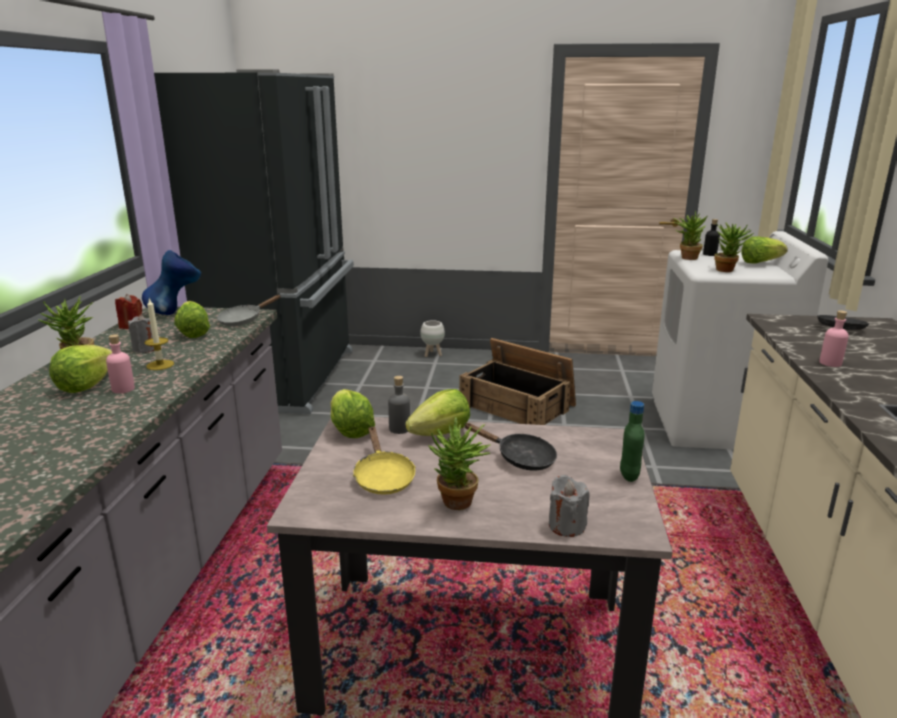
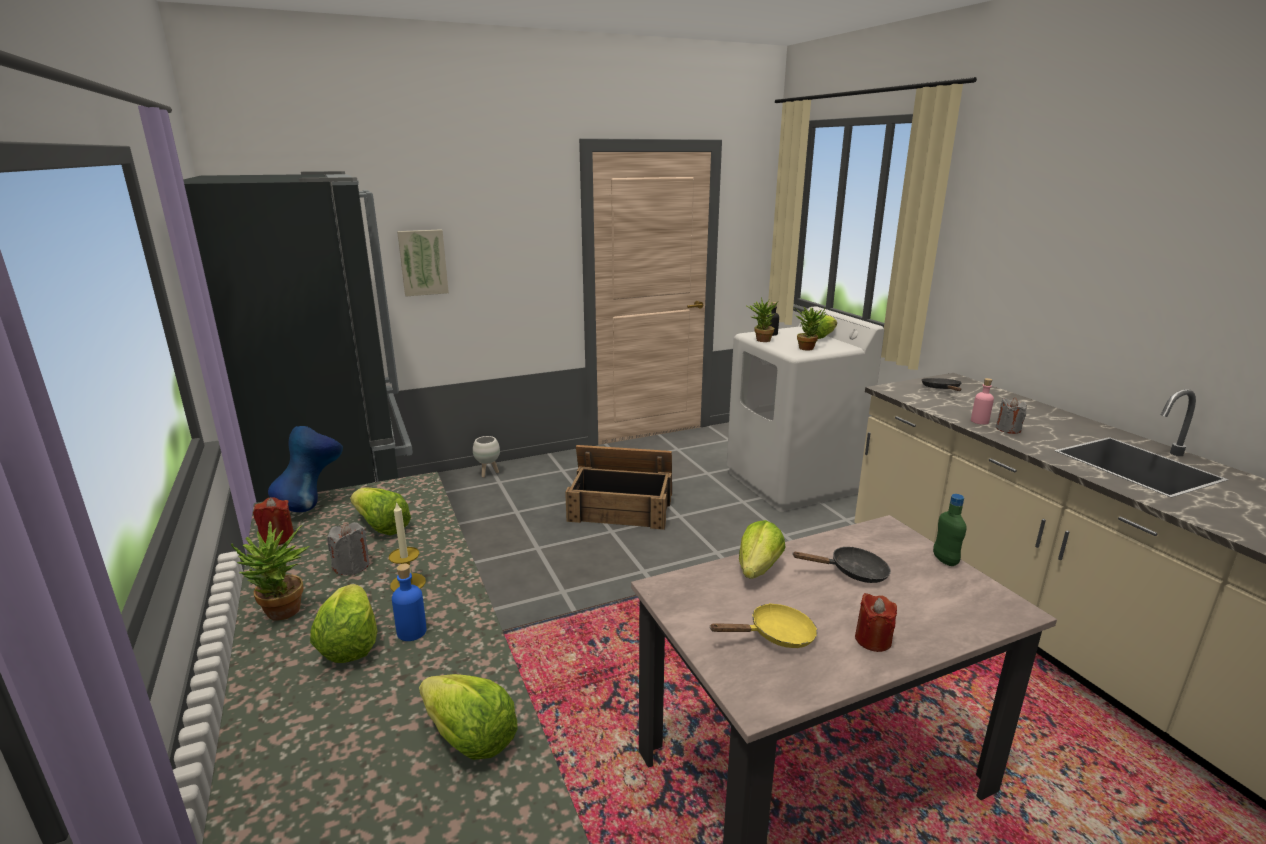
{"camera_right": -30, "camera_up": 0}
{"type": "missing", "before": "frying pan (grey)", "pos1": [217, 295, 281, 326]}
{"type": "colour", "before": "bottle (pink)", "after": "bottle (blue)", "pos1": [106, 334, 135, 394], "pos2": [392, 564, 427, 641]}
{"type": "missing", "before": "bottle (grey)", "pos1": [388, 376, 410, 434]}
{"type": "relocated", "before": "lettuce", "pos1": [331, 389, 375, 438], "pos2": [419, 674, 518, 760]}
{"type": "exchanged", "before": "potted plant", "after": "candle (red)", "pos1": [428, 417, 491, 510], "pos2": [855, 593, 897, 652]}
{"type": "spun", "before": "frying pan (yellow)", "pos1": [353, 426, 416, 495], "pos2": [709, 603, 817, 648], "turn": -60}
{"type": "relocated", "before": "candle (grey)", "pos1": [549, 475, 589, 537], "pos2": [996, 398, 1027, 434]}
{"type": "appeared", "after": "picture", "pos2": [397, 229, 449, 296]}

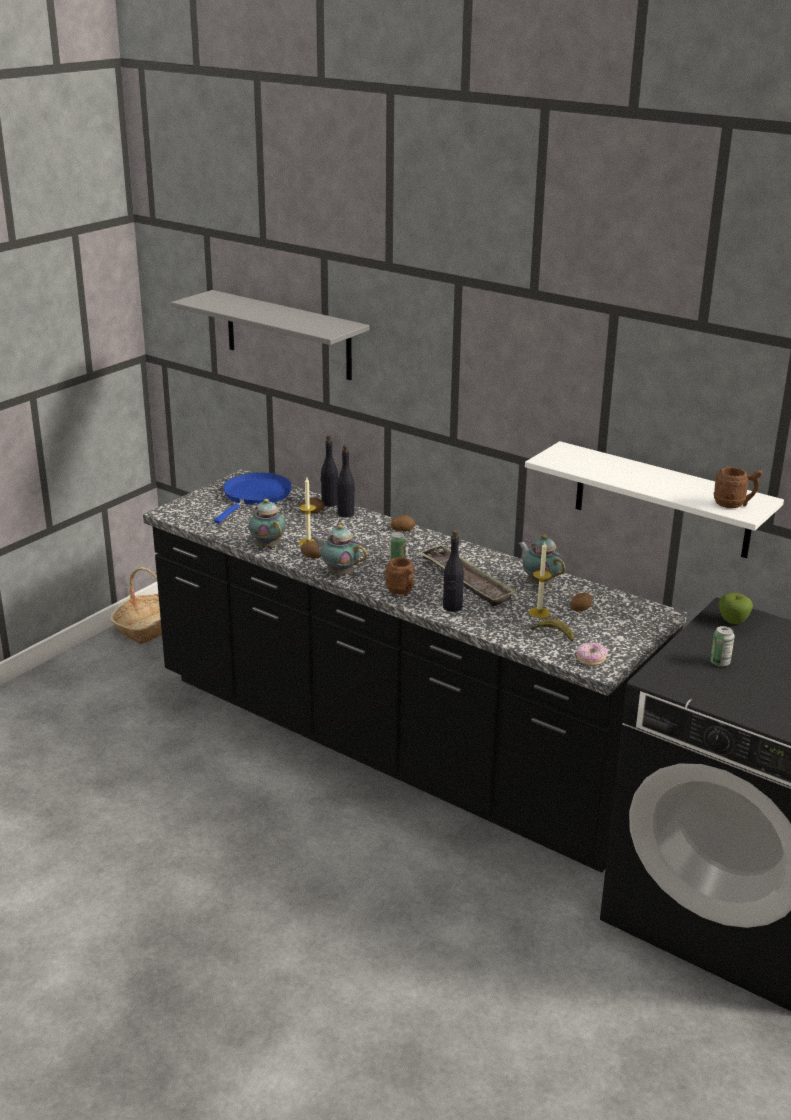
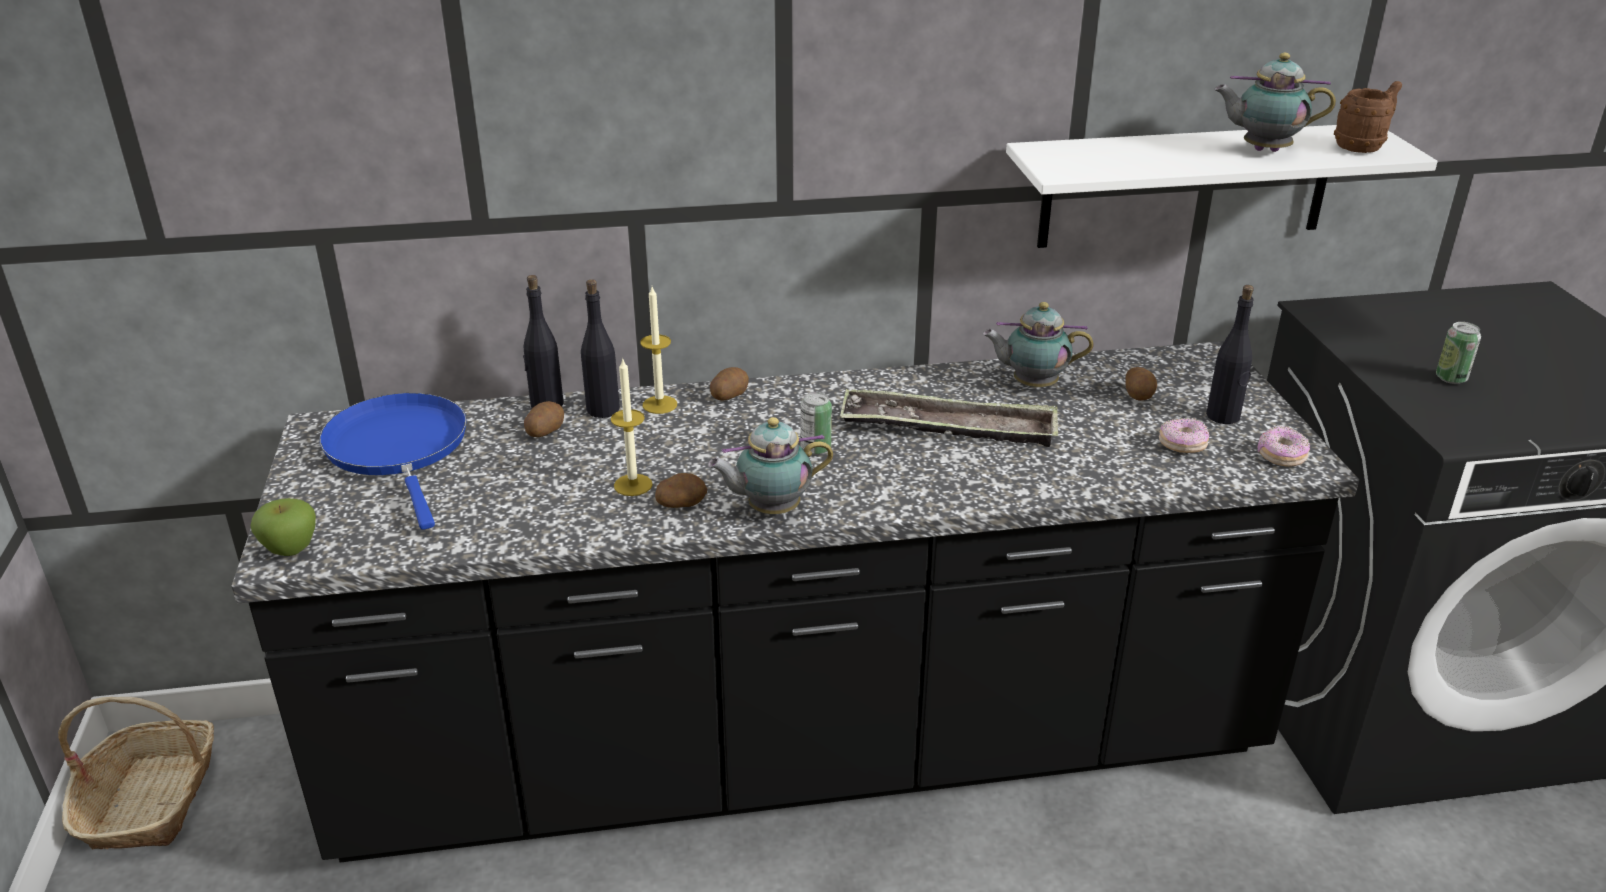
{"camera_right": -45, "camera_up": 5}
{"type": "missing", "before": "shelf (grey)", "pos1": [171, 290, 370, 380]}
{"type": "relocated", "before": "teapot", "pos1": [249, 499, 286, 548], "pos2": [1214, 53, 1336, 152]}
{"type": "relocated", "before": "bottle (black)", "pos1": [443, 530, 464, 612], "pos2": [1206, 285, 1254, 424]}
{"type": "relocated", "before": "candle", "pos1": [529, 542, 552, 618], "pos2": [640, 287, 677, 414]}
{"type": "missing", "before": "mug (brown)", "pos1": [385, 557, 414, 596]}
{"type": "relocated", "before": "apple", "pos1": [718, 593, 753, 624], "pos2": [250, 498, 316, 556]}
{"type": "exchanged", "before": "banana", "after": "donut", "pos1": [531, 619, 574, 641], "pos2": [1159, 418, 1209, 453]}

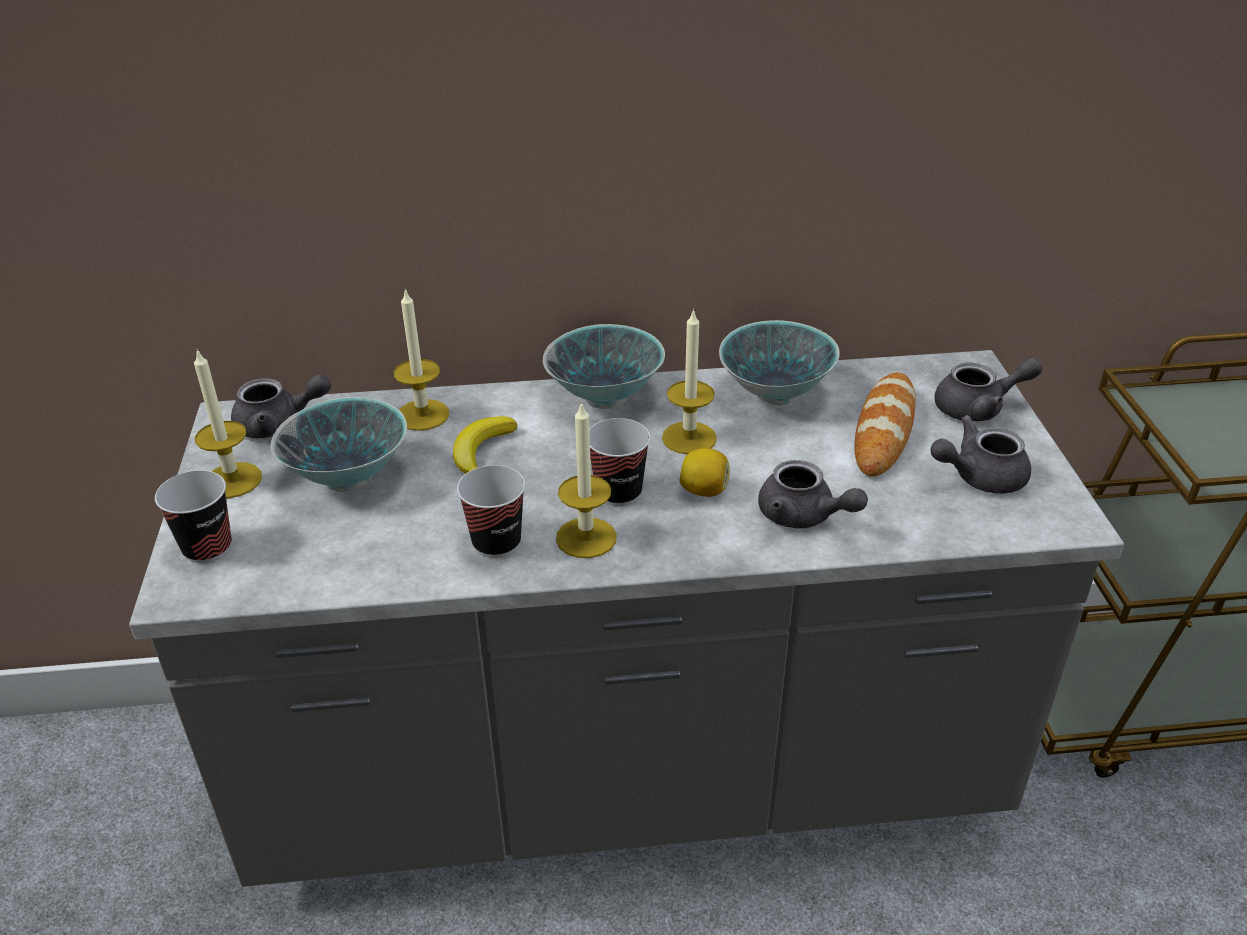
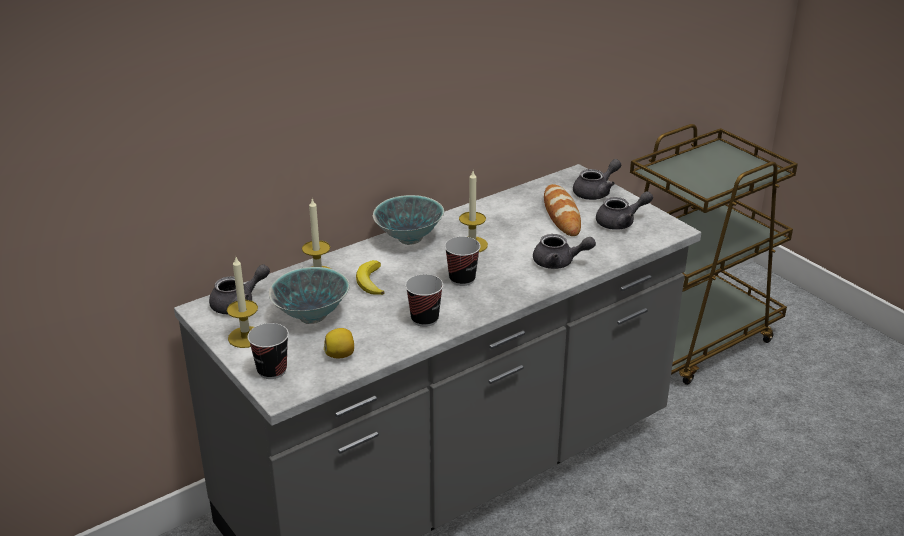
{"camera_right": -30, "camera_up": -5}
{"type": "missing", "before": "bowl", "pos1": [719, 320, 840, 406]}
{"type": "missing", "before": "candle", "pos1": [556, 402, 617, 558]}
{"type": "spun", "before": "teapot (grey)", "pos1": [930, 415, 1031, 494], "pos2": [596, 191, 653, 230], "turn": -150}
{"type": "relocated", "before": "lemon", "pos1": [679, 448, 730, 497], "pos2": [324, 328, 354, 358]}

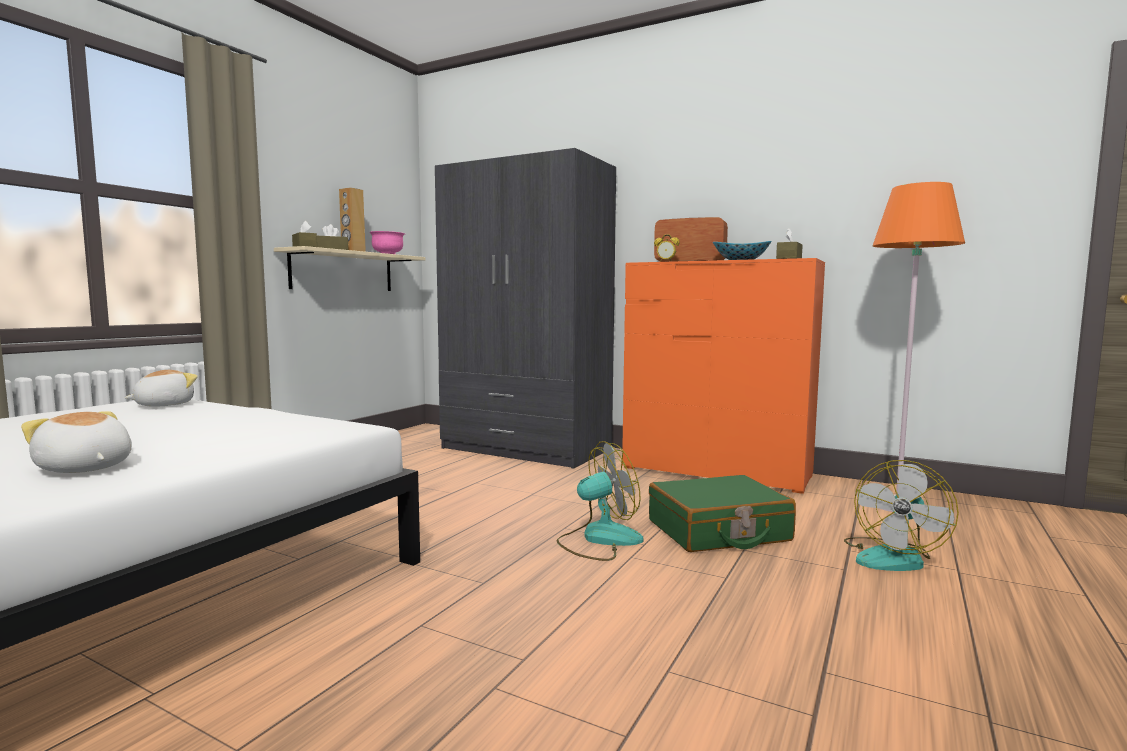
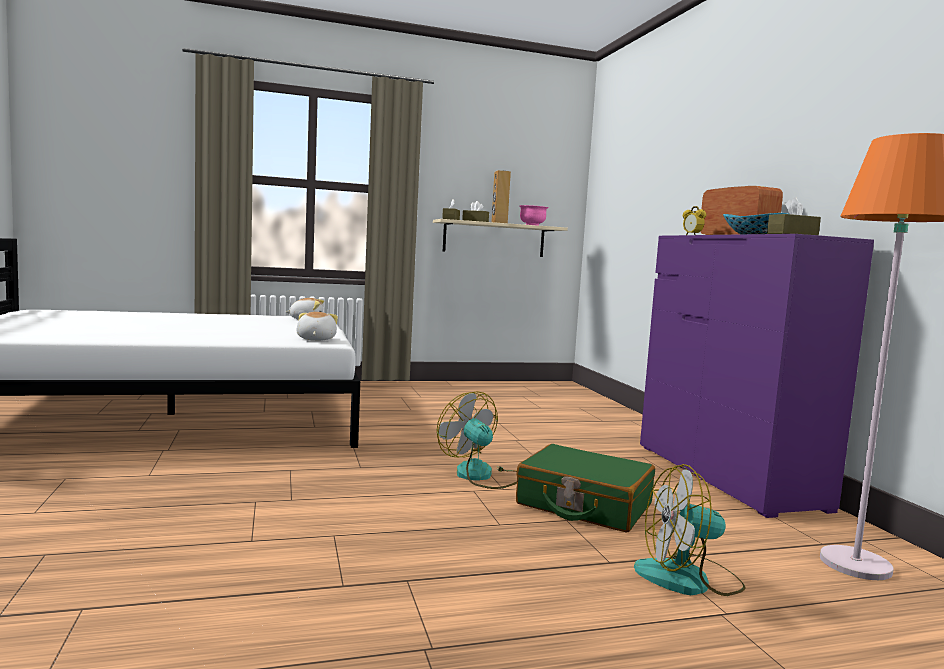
{"camera_right": 45, "camera_up": 0}
{"type": "missing", "before": "wardrobe (grey)", "pos1": [435, 148, 616, 469]}
{"type": "colour", "before": "dresser (orange)", "after": "dresser (purple)", "pos1": [622, 258, 825, 494], "pos2": [640, 234, 874, 518]}
{"type": "relocated", "before": "plush toy", "pos1": [21, 411, 132, 473], "pos2": [296, 312, 338, 341]}
{"type": "spun", "before": "fan", "pos1": [557, 441, 643, 561], "pos2": [437, 391, 517, 489], "turn": -150}

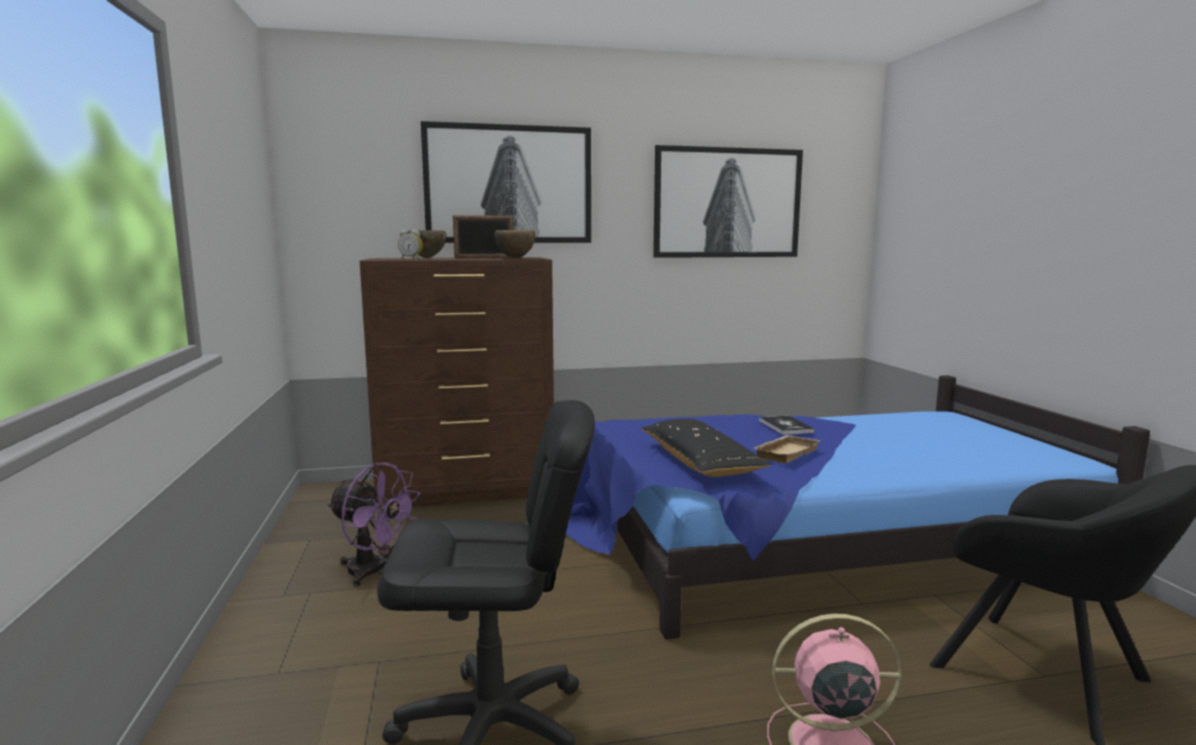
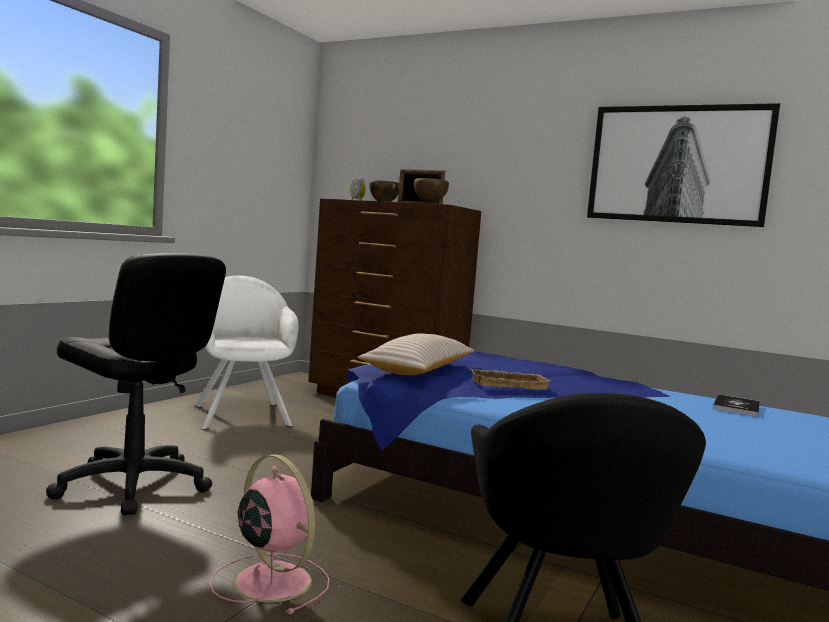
{"camera_right": 40, "camera_up": -5}
{"type": "missing", "before": "picture", "pos1": [421, 121, 591, 243]}
{"type": "relocated", "before": "book", "pos1": [759, 416, 815, 435], "pos2": [713, 394, 760, 417]}
{"type": "colour", "before": "pillow (black)", "after": "pillow (beige)", "pos1": [641, 419, 771, 477], "pos2": [358, 334, 474, 375]}
{"type": "exchanged", "before": "fan (purple)", "after": "armchair (white)", "pos1": [327, 462, 420, 587], "pos2": [195, 276, 299, 430]}

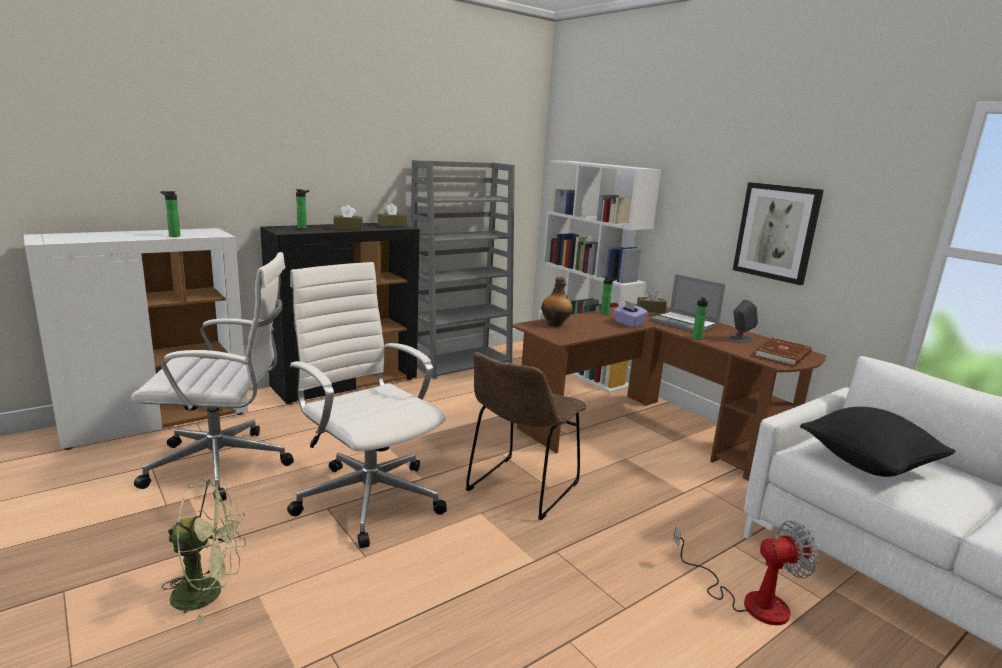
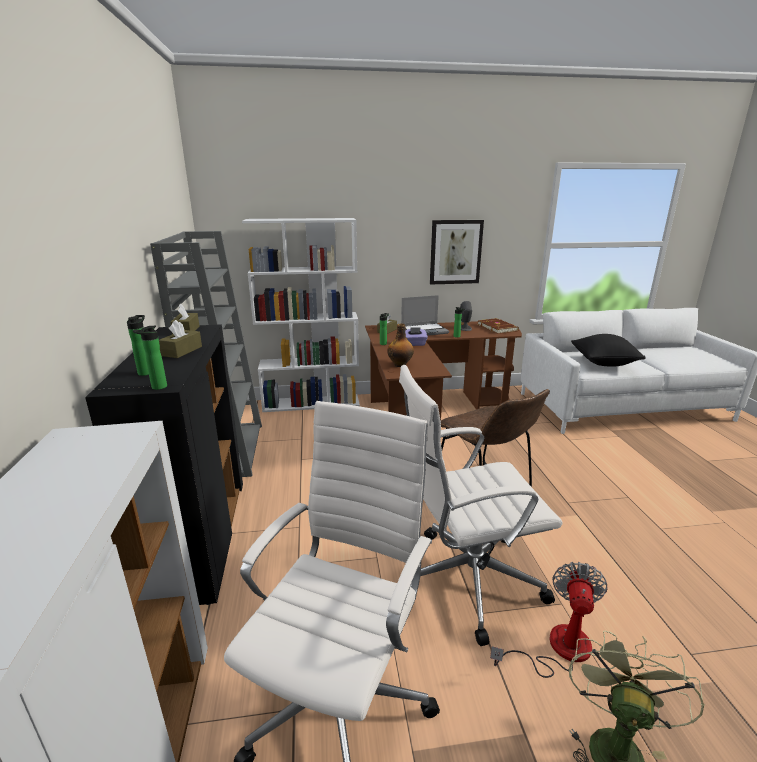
{"camera_right": -60, "camera_up": 5}
{"type": "relocated", "before": "bottle", "pos1": [160, 191, 181, 237], "pos2": [133, 326, 167, 390]}
{"type": "relocated", "before": "fan", "pos1": [674, 521, 818, 625], "pos2": [490, 562, 608, 678]}

